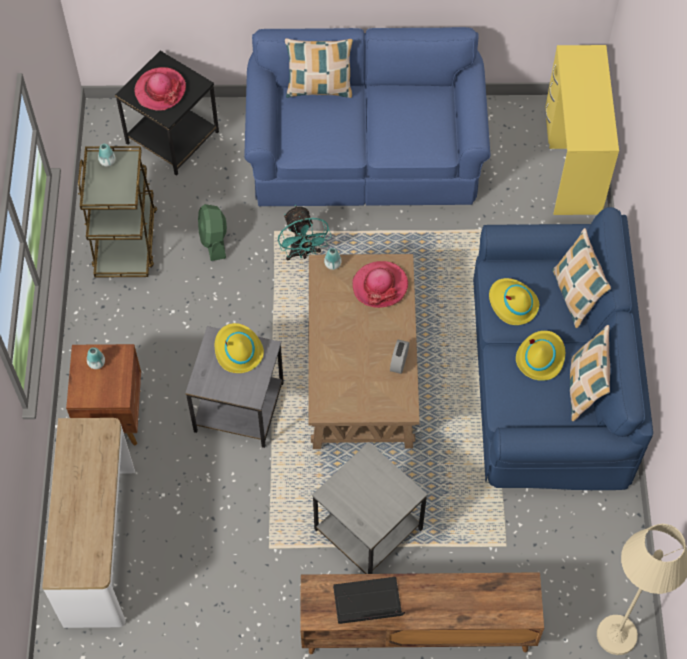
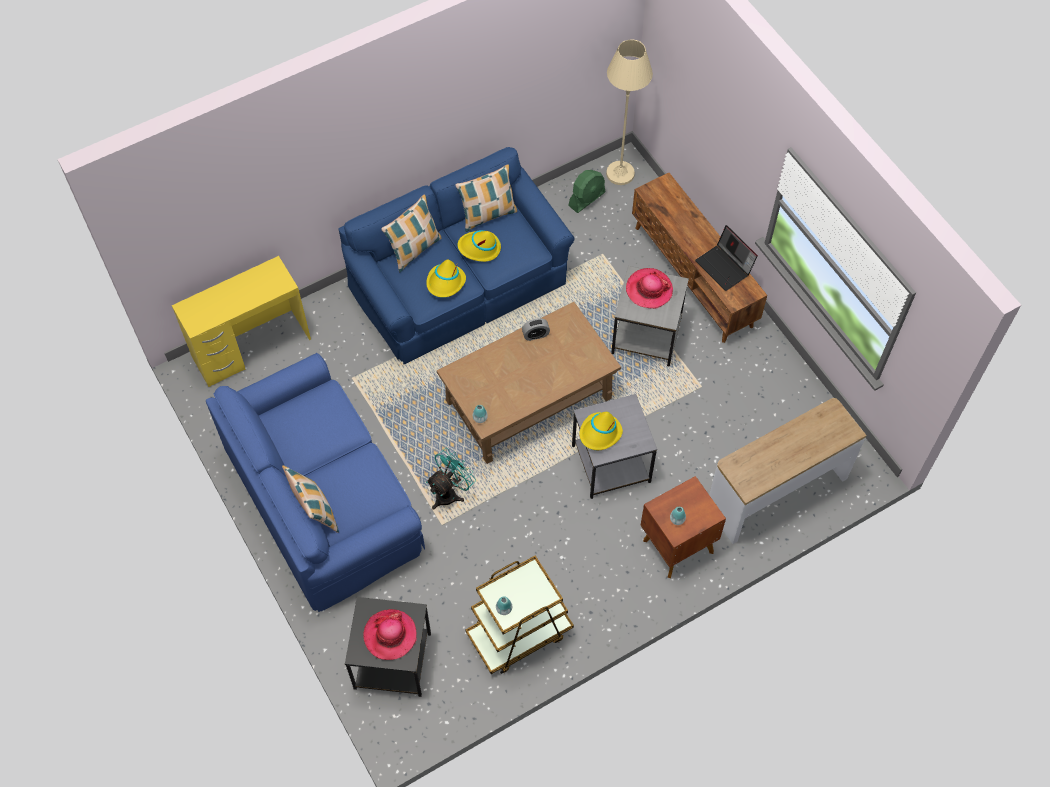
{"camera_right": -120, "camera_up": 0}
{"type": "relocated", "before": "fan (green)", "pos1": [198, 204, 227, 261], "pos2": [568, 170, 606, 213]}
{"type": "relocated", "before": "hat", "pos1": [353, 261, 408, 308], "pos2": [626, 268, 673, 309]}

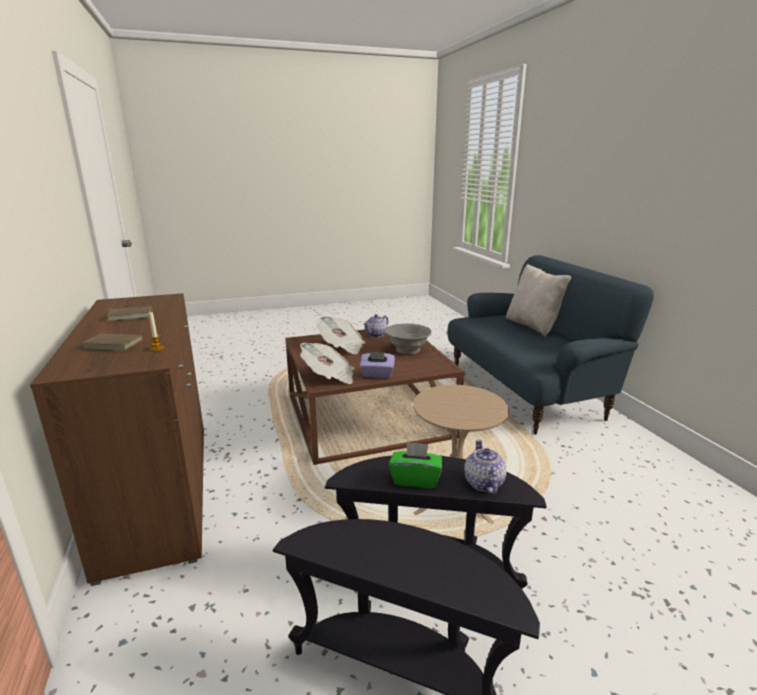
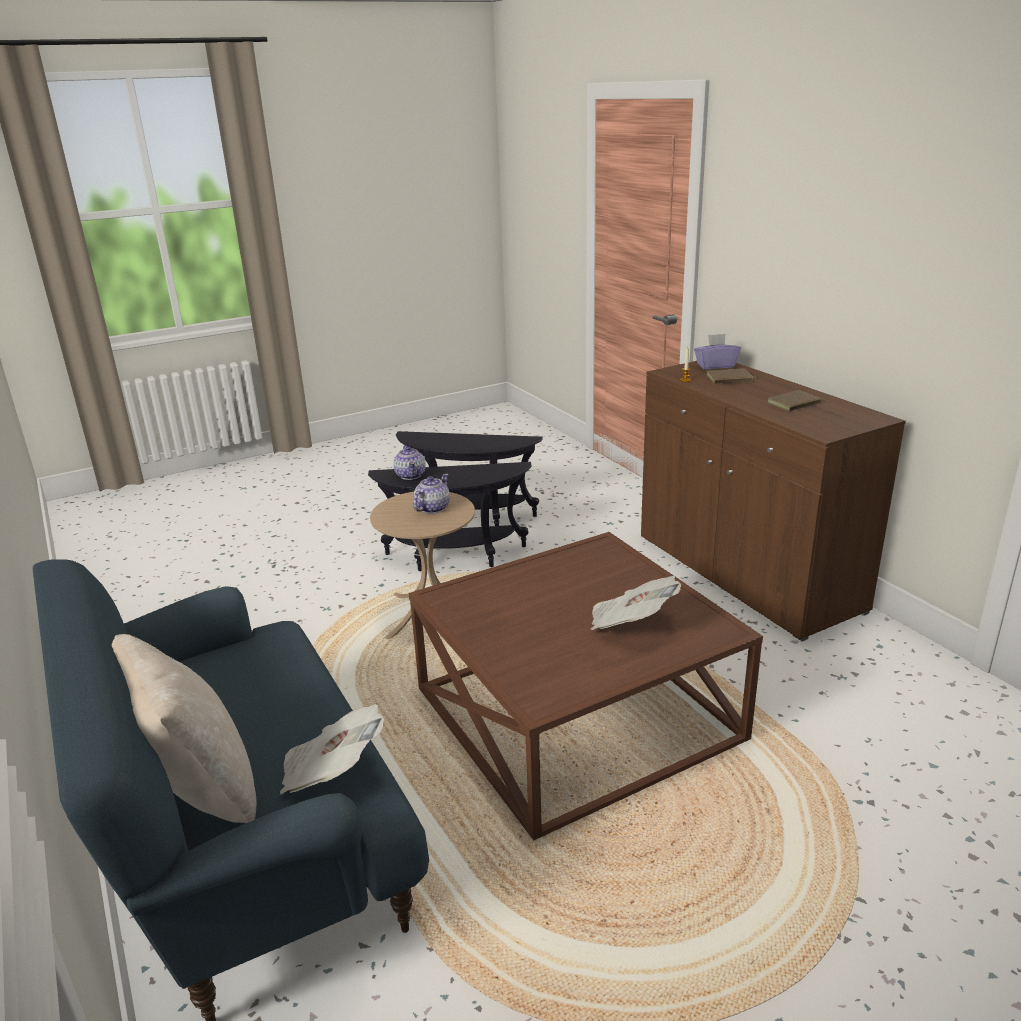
{"camera_right": 170, "camera_up": 5}
{"type": "relocated", "before": "teapot", "pos1": [363, 314, 388, 337], "pos2": [413, 474, 450, 513]}
{"type": "missing", "before": "bowl (grey)", "pos1": [385, 323, 432, 354]}
{"type": "relocated", "before": "newspaper", "pos1": [300, 342, 354, 384], "pos2": [280, 704, 384, 794]}
{"type": "relocated", "before": "tissue box (purple)", "pos1": [360, 352, 395, 378], "pos2": [694, 334, 741, 369]}
{"type": "missing", "before": "tissue box (green)", "pos1": [389, 442, 442, 488]}

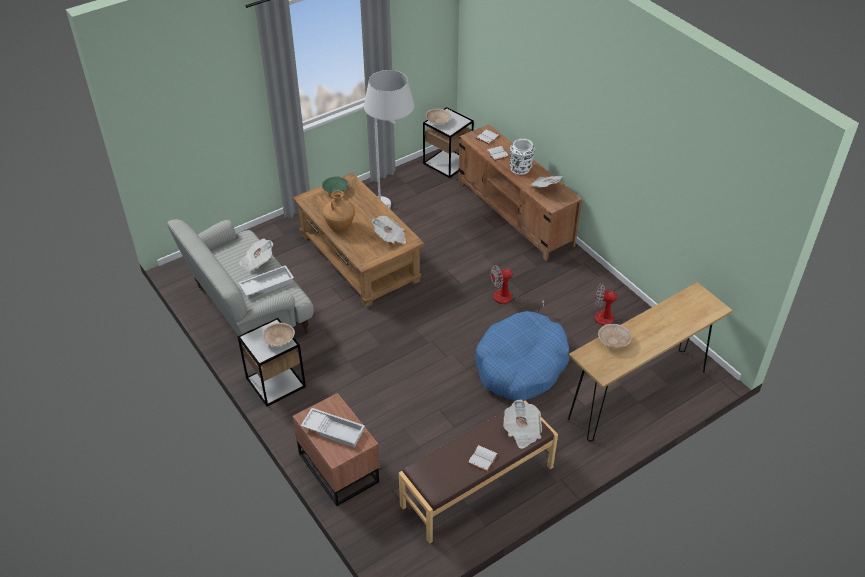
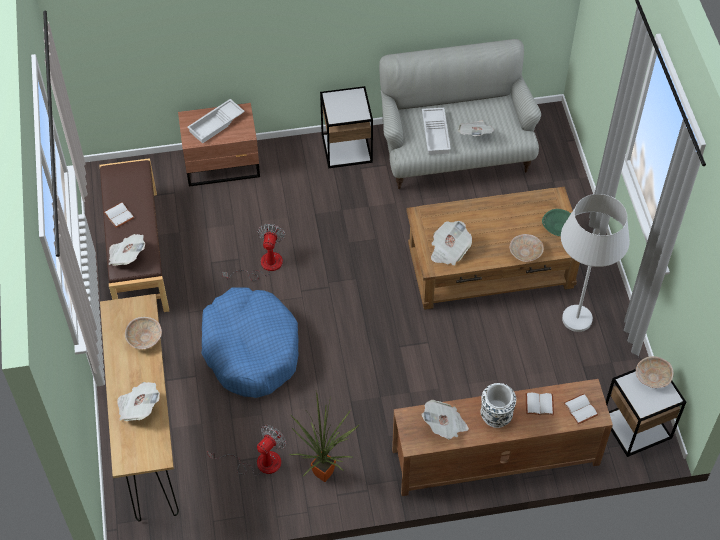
{"camera_right": 115, "camera_up": 10}
{"type": "missing", "before": "vase (brown)", "pos1": [323, 190, 355, 232]}
{"type": "relocated", "before": "fan", "pos1": [490, 265, 545, 313], "pos2": [222, 224, 285, 281]}
{"type": "relocated", "before": "bowl (beige)", "pos1": [262, 323, 295, 346], "pos2": [509, 234, 544, 262]}
{"type": "appeared", "after": "newspaper", "pos2": [117, 382, 160, 421]}
{"type": "appeared", "after": "potted plant", "pos2": [290, 392, 359, 482]}

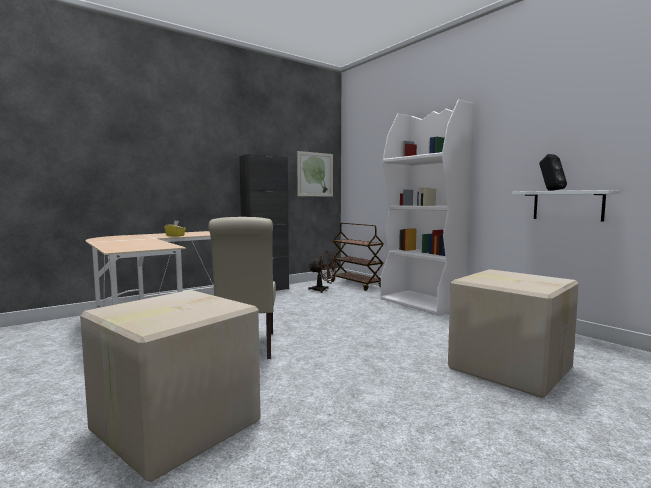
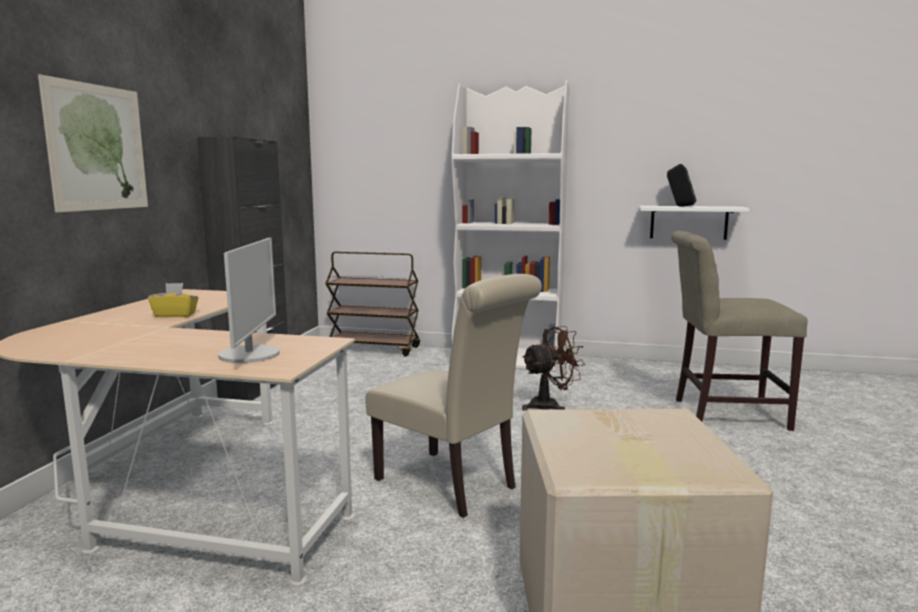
{"camera_right": -40, "camera_up": 5}
{"type": "relocated", "before": "picture", "pos1": [297, 151, 333, 196], "pos2": [38, 74, 148, 212]}
{"type": "relocated", "before": "fan (brown)", "pos1": [308, 251, 337, 293], "pos2": [522, 326, 585, 410]}
{"type": "exchanged", "before": "cardboard box", "after": "chair (beige)", "pos1": [448, 269, 579, 398], "pos2": [671, 231, 808, 431]}
{"type": "appeared", "after": "monitor", "pos2": [218, 238, 280, 363]}

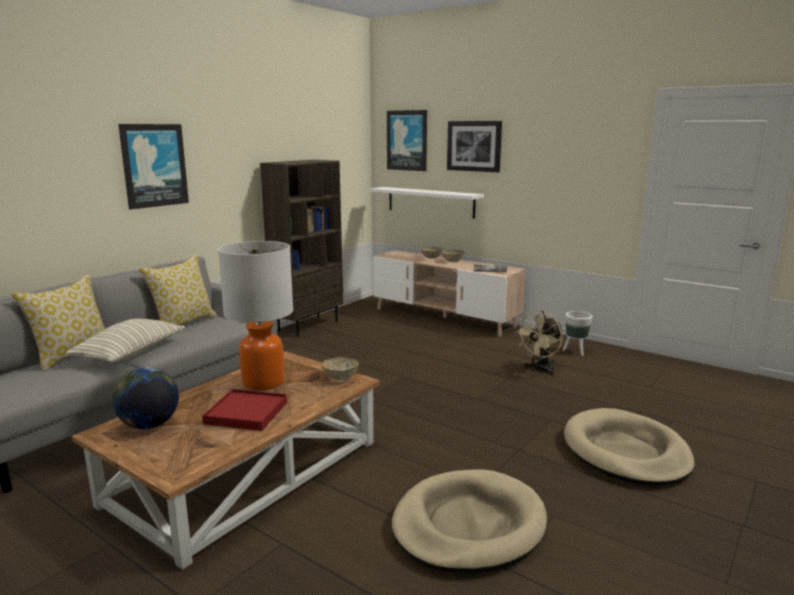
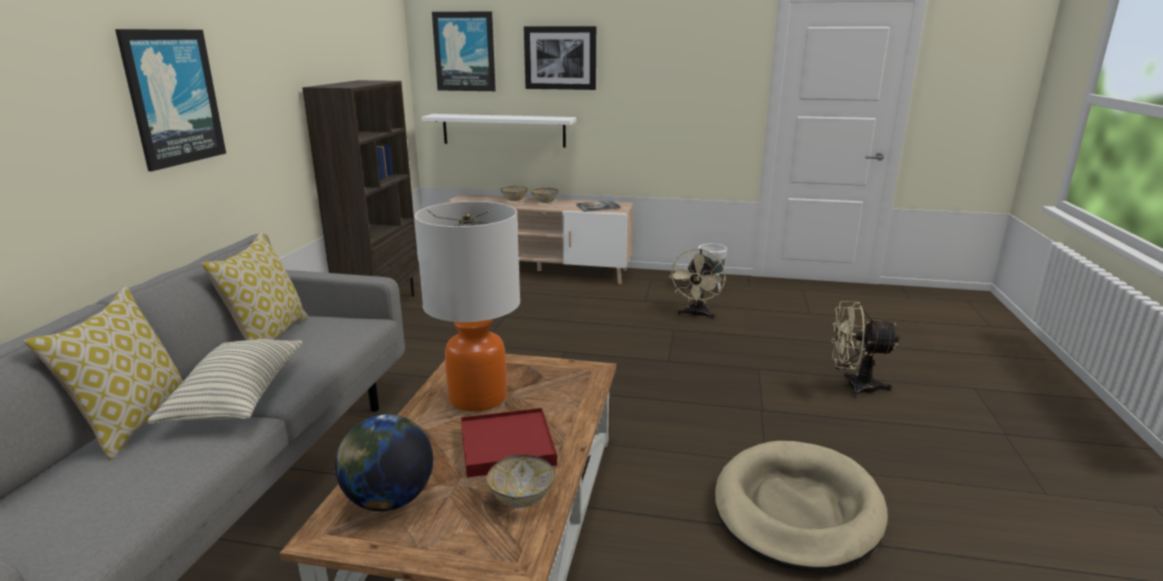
{"camera_right": -25, "camera_up": 5}
{"type": "relocated", "before": "bowl", "pos1": [321, 356, 359, 380], "pos2": [486, 455, 555, 508]}
{"type": "exchanged", "before": "dog bed (beige)", "after": "fan (beige)", "pos1": [564, 408, 695, 486], "pos2": [831, 301, 899, 398]}

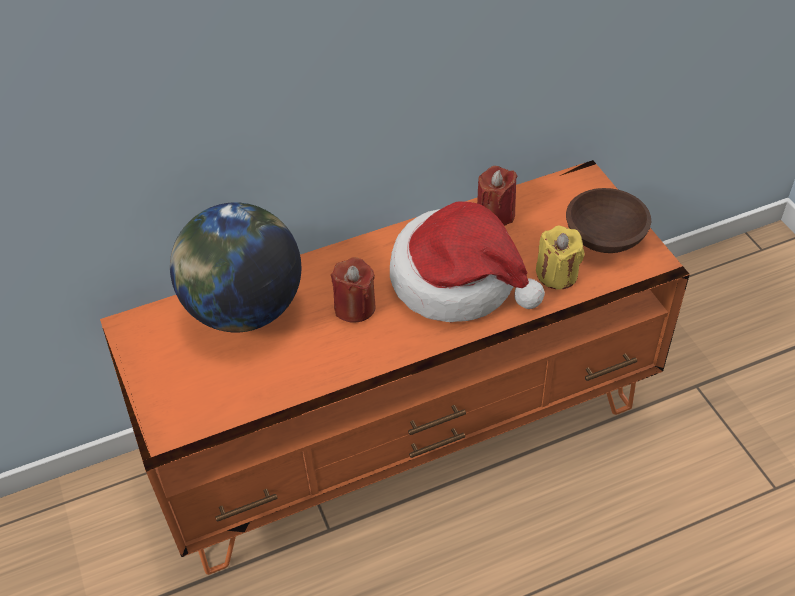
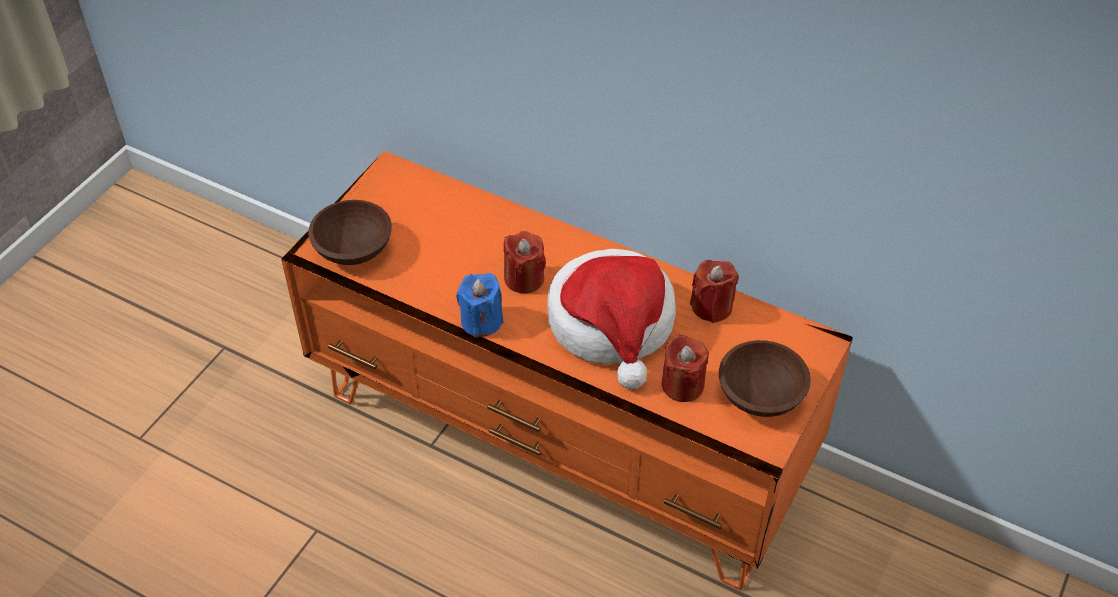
{"camera_right": 50, "camera_up": 0}
{"type": "missing", "before": "globe", "pos1": [170, 203, 301, 333]}
{"type": "colour", "before": "candle (yellow)", "after": "candle (red)", "pos1": [536, 225, 585, 289], "pos2": [662, 334, 709, 402]}
{"type": "appeared", "after": "bowl (brown)", "pos2": [308, 200, 392, 265]}
{"type": "appeared", "after": "candle (blue)", "pos2": [456, 273, 504, 338]}

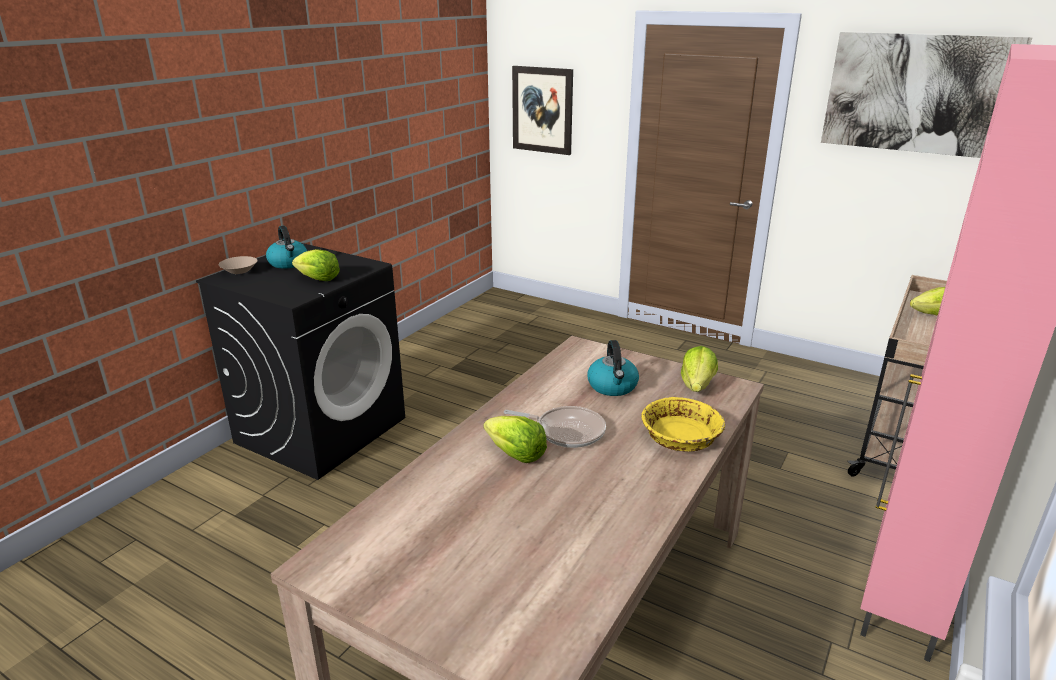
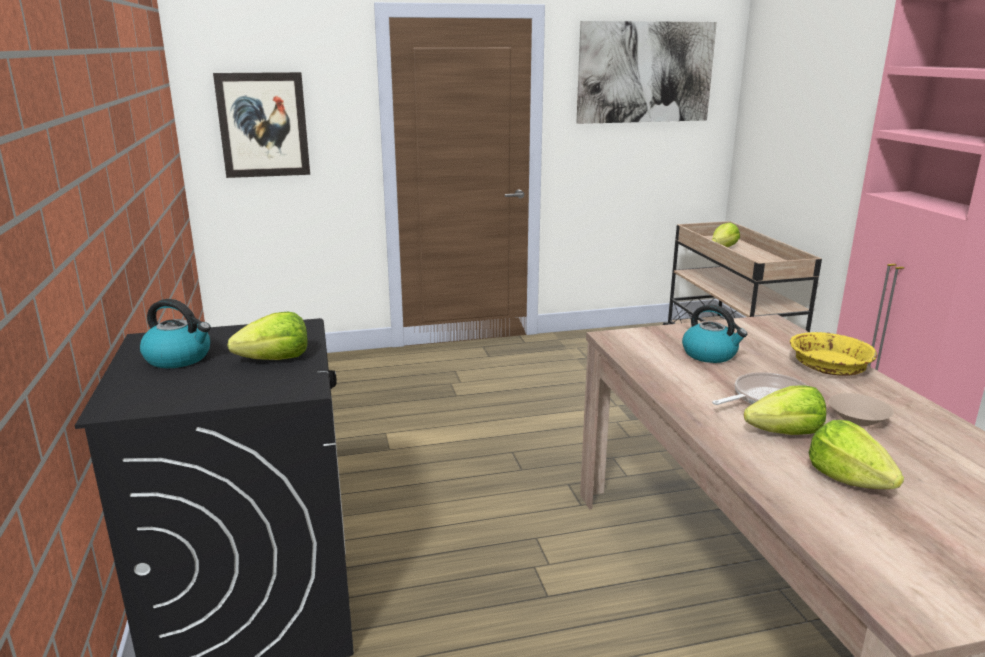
{"camera_right": -45, "camera_up": -5}
{"type": "relocated", "before": "bowl (beige)", "pos1": [218, 256, 257, 274], "pos2": [828, 393, 894, 426]}
{"type": "relocated", "before": "lettuce", "pos1": [681, 346, 718, 392], "pos2": [808, 420, 904, 489]}

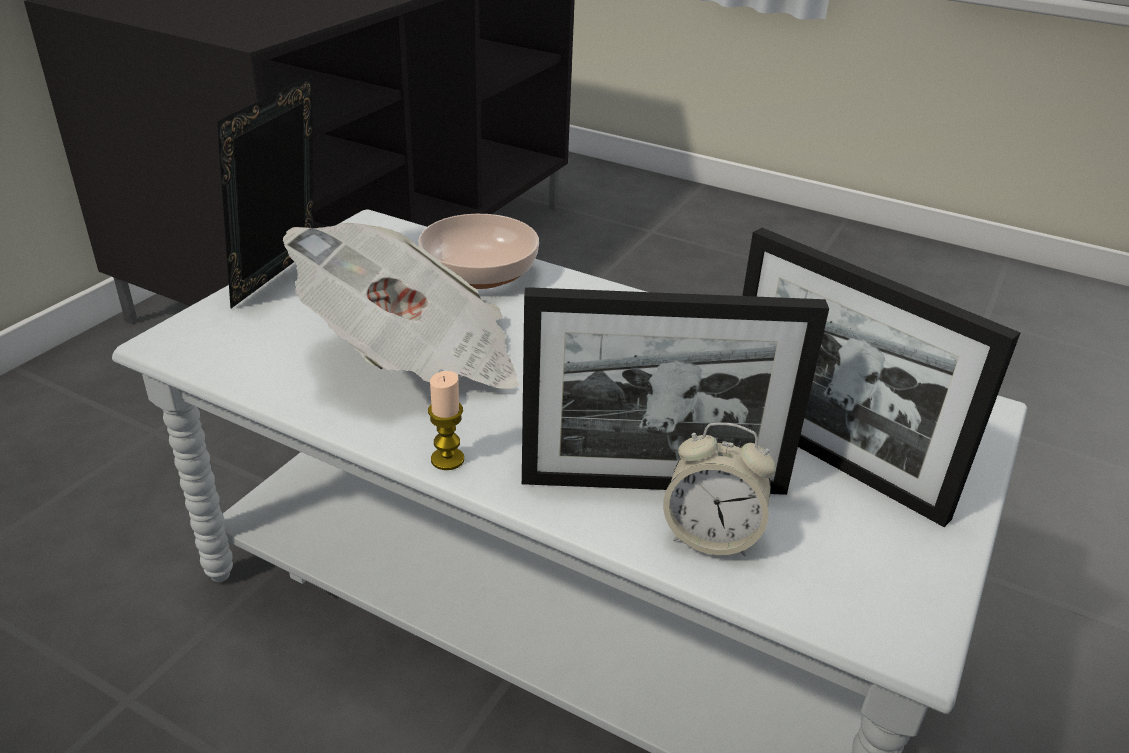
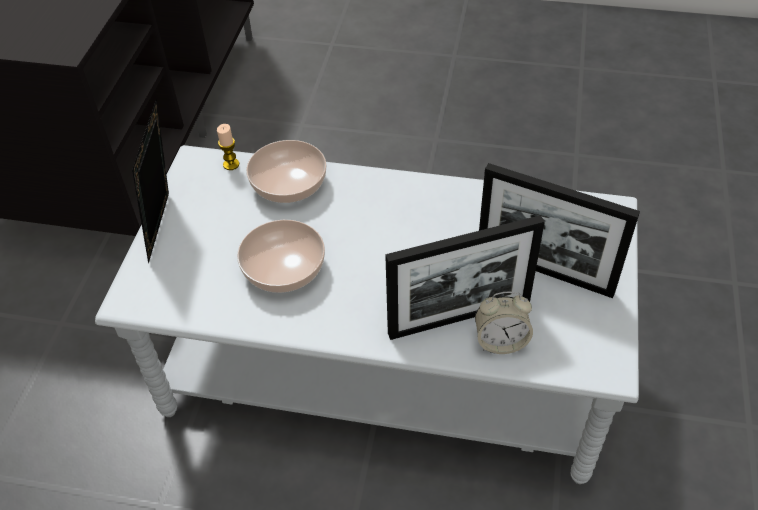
{"camera_right": -15, "camera_up": 15}
{"type": "exchanged", "before": "newspaper", "after": "bowl", "pos1": [283, 223, 519, 389], "pos2": [237, 220, 325, 293]}
{"type": "relocated", "before": "candle", "pos1": [428, 371, 464, 470], "pos2": [217, 124, 239, 170]}

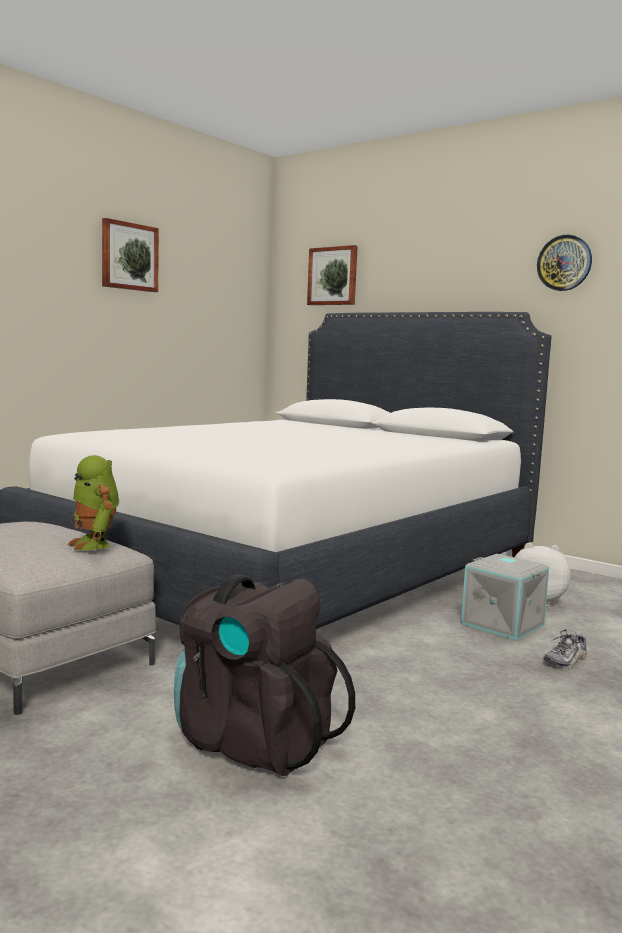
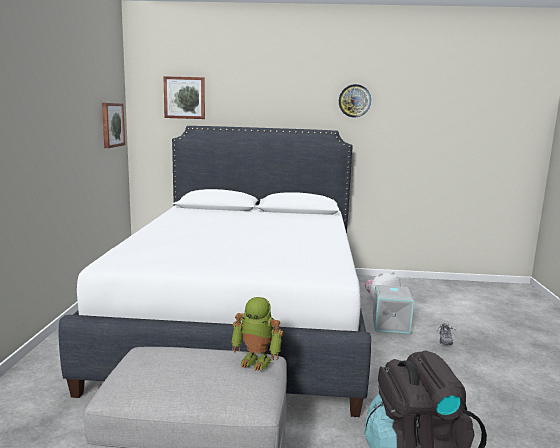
{"camera_right": -35, "camera_up": 5}
{"type": "relocated", "before": "picture", "pos1": [102, 218, 159, 292], "pos2": [102, 103, 125, 148]}

